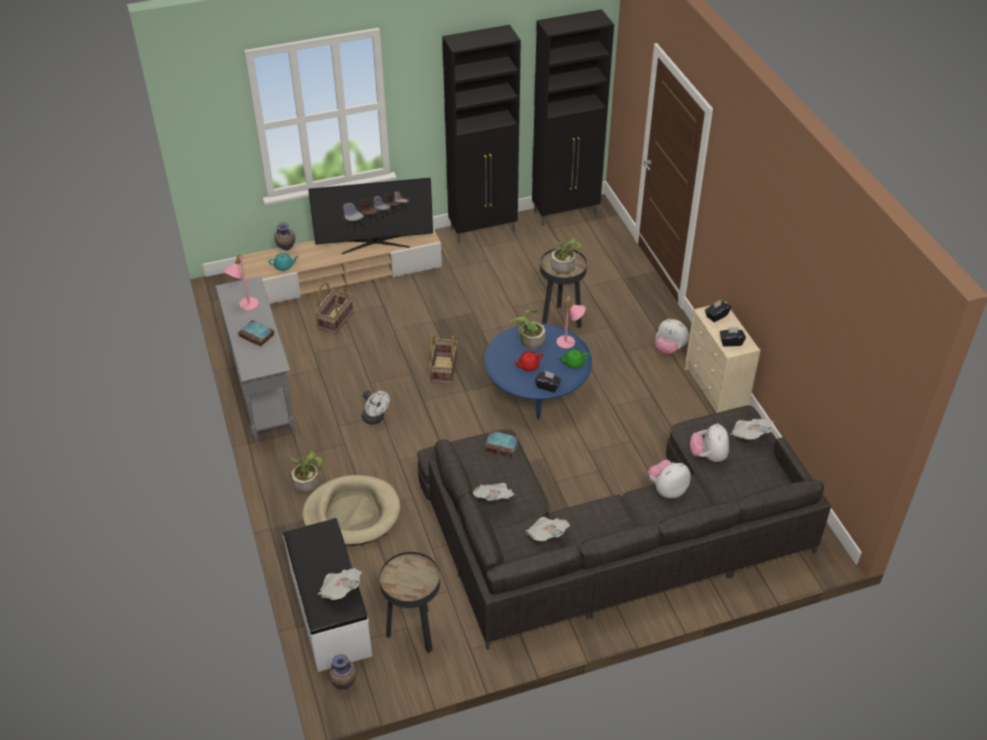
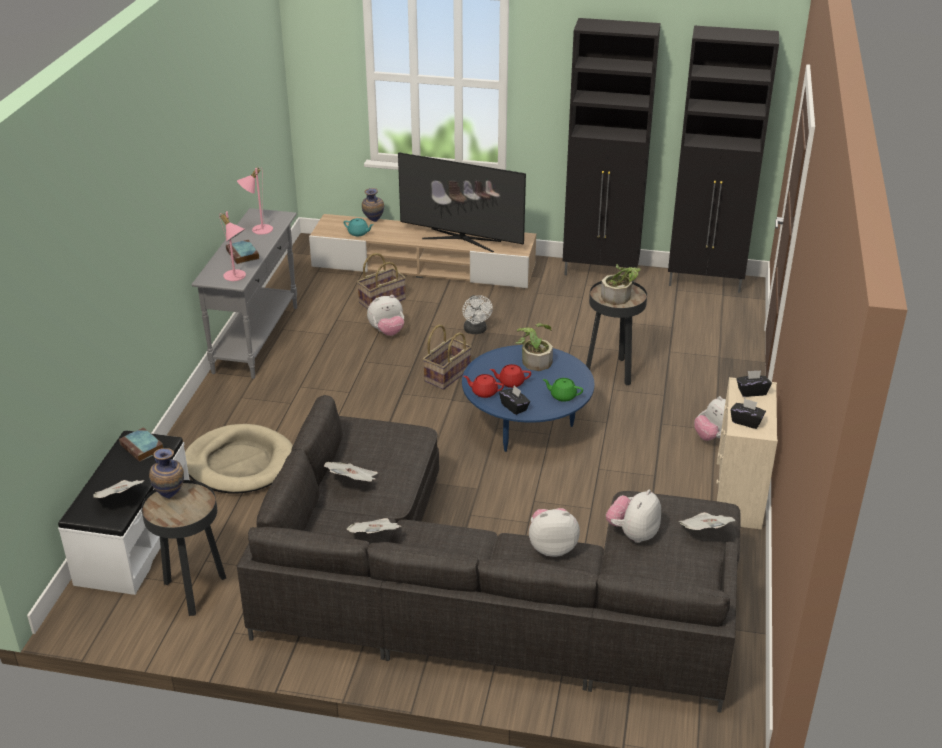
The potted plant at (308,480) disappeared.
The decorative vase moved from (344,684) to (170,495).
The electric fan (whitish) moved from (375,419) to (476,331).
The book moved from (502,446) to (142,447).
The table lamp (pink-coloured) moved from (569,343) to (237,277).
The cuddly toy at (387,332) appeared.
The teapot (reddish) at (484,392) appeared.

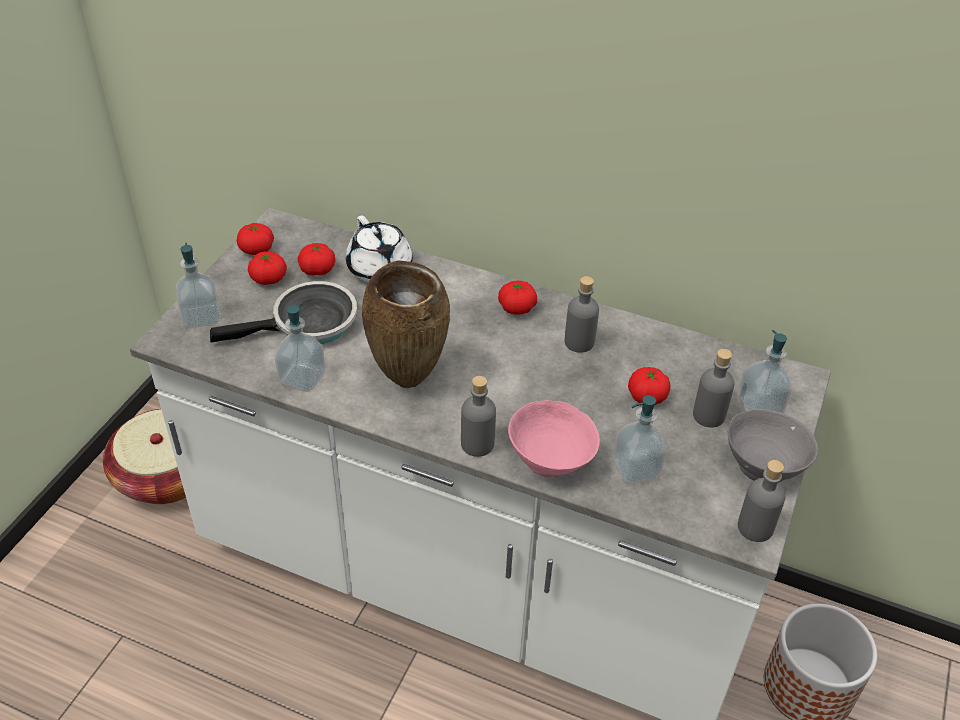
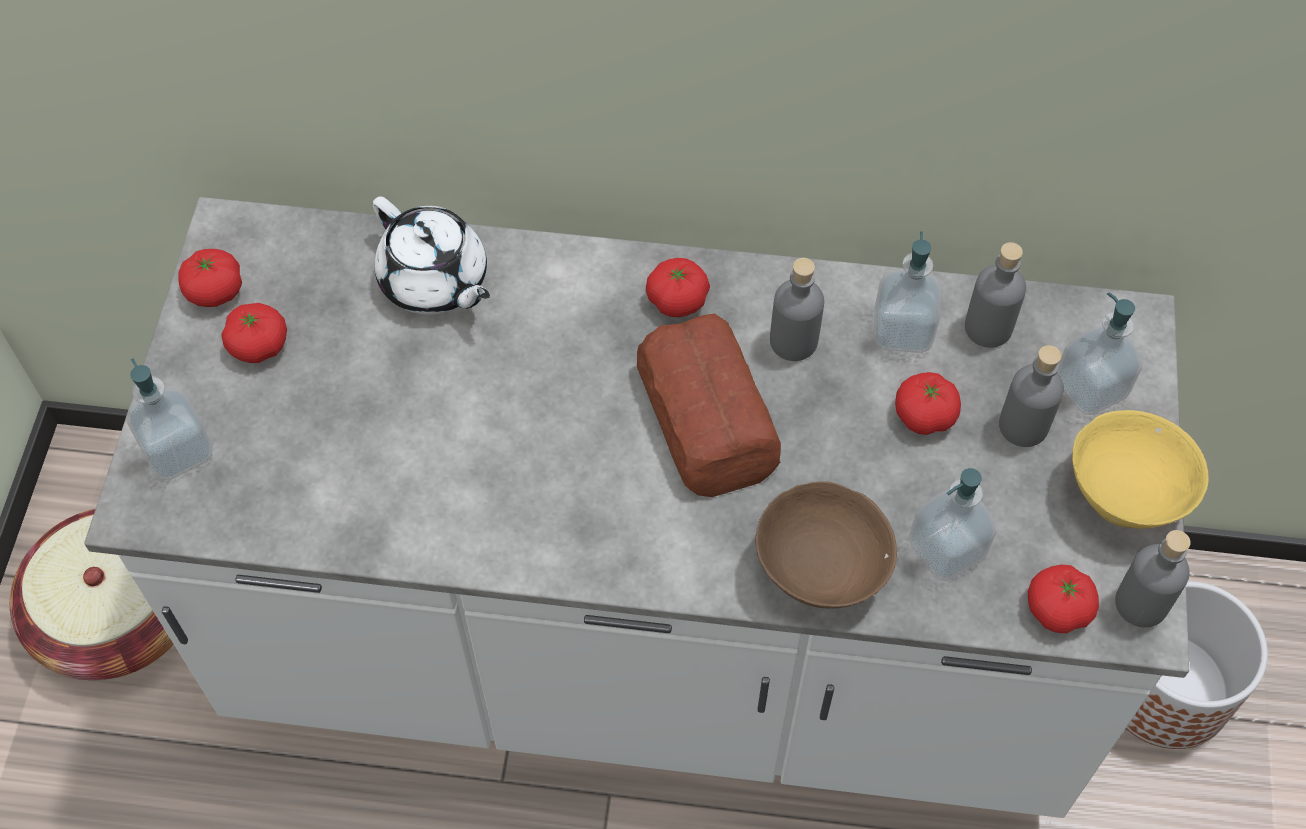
The pan at (308,324) disappeared.
The liquid soap bottle moved from (302,378) to (902,330).
The whole tomato moved from (317,270) to (1057,609).
The decorative vase (brown-coloured) at (410,381) disappeared.
The bottle (gray) moved from (477,444) to (988,327).
The serving bowl (pink-coloured) at (551,462) became the serving bowl (brown-coloured) at (821,573).
The serving bowl (gray) at (765,467) became the serving bowl (yellow-coloured) at (1126,495).
The bakery bread at (706,419) appeared.

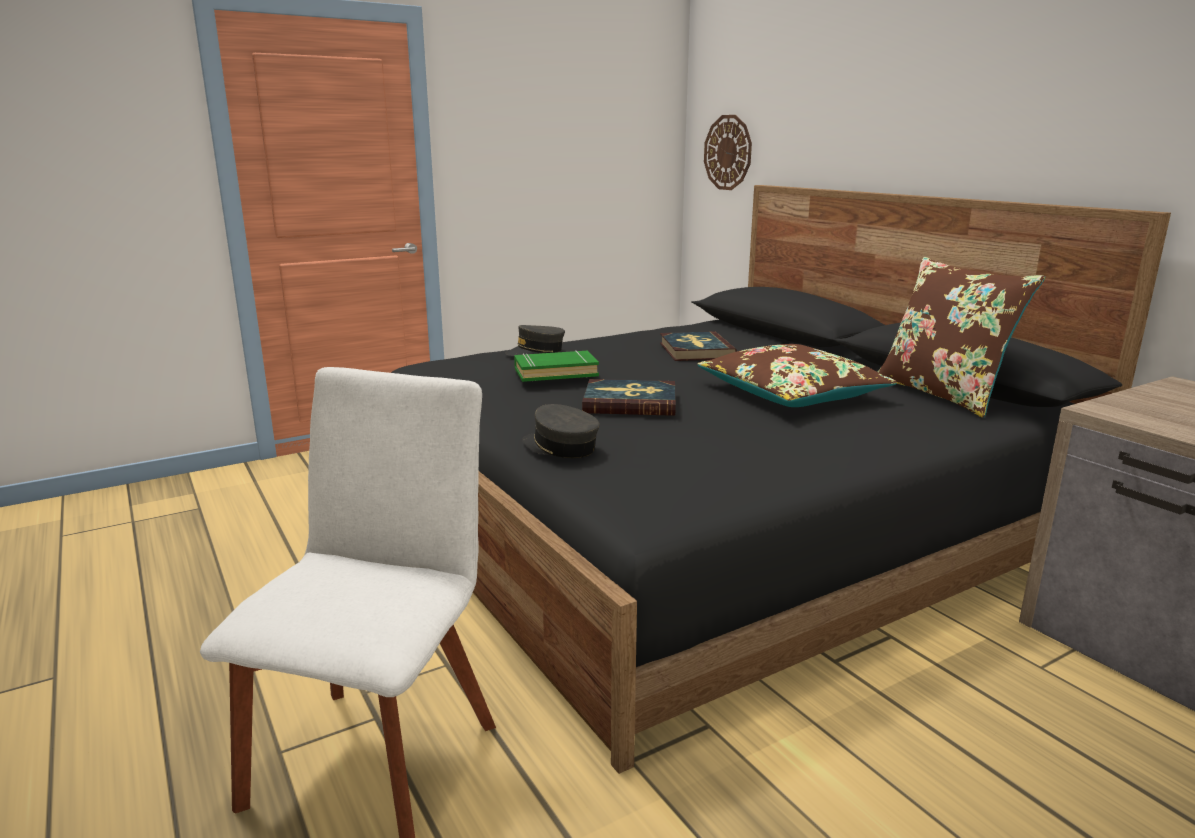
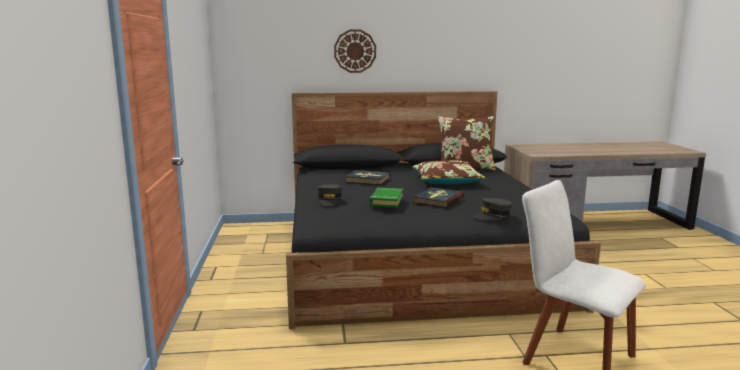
The wall clock moved from (728,152) to (355,51).

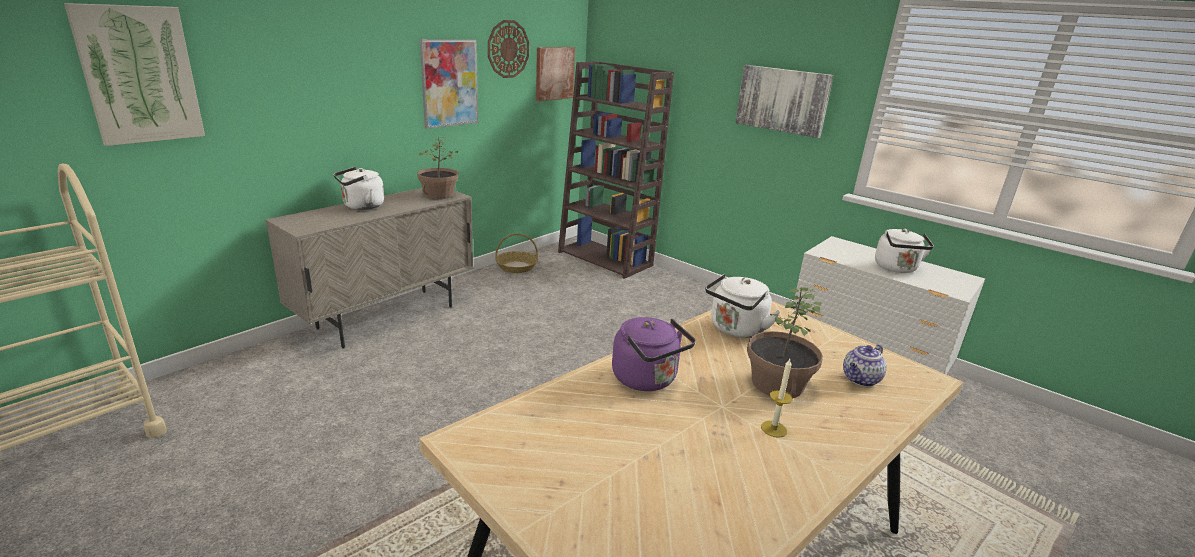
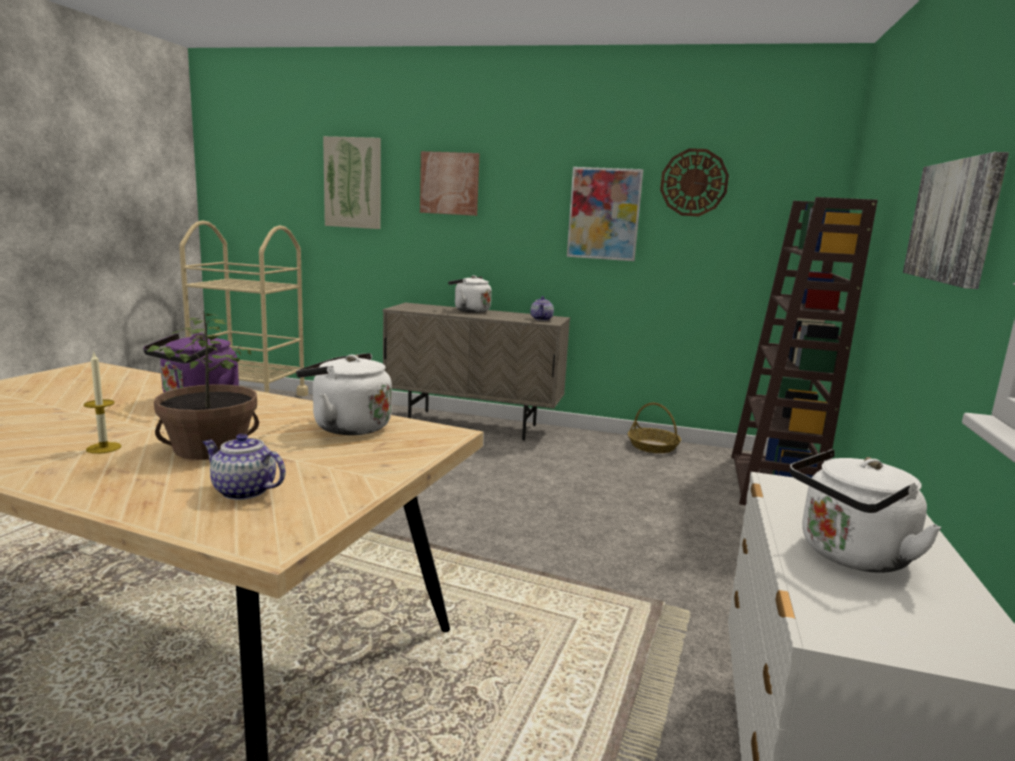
The potted plant at (439,194) was replaced by the teapot at (542,319).
The wall picture moved from (554,73) to (449,183).

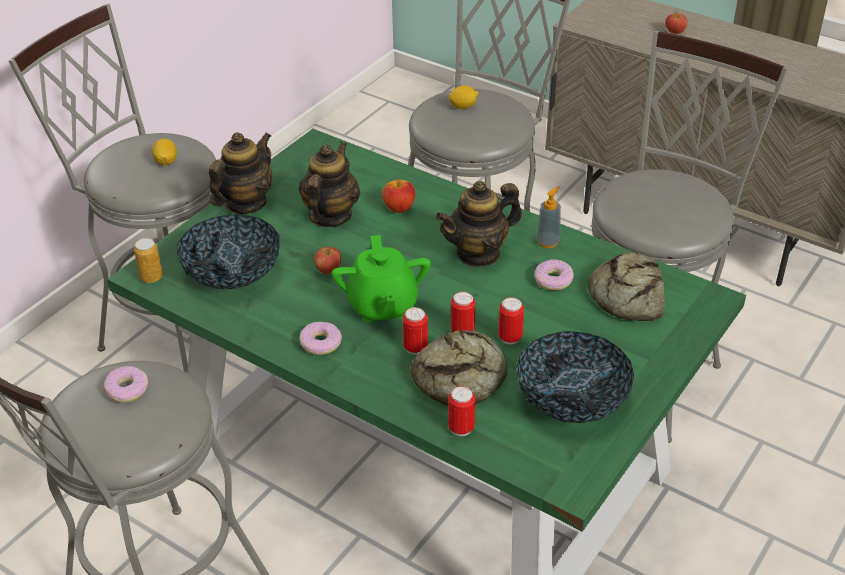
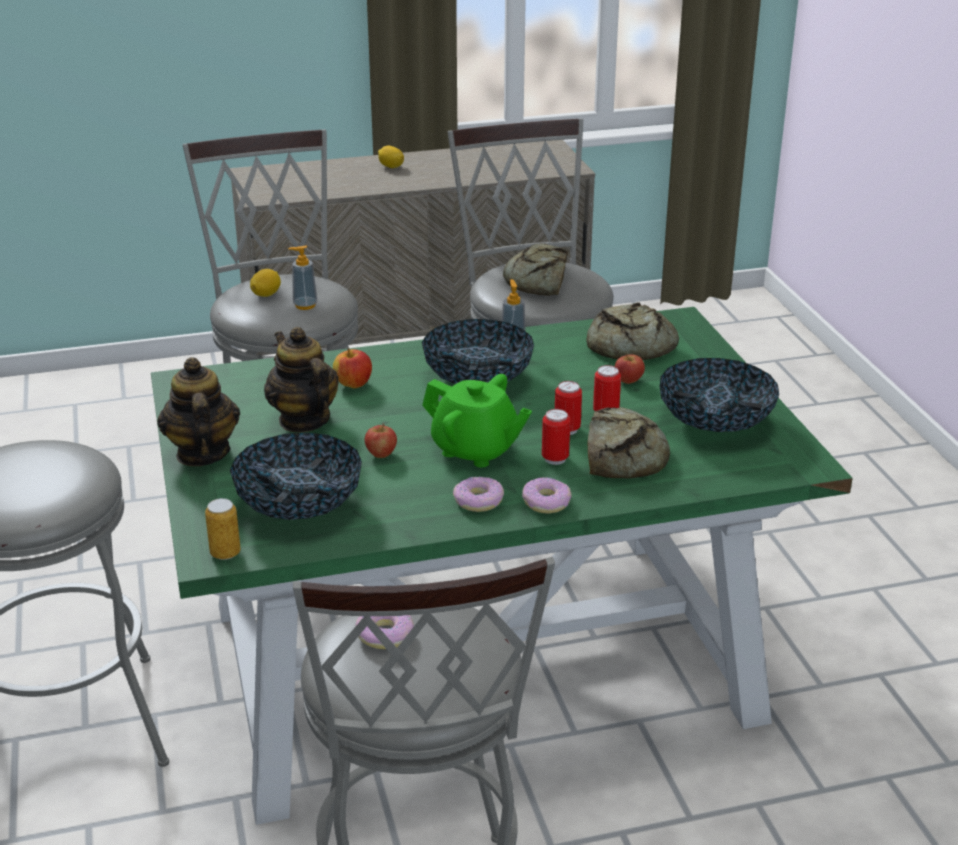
The whole lemon moved from (166,161) to (391,167).
The teapot at (478,253) was replaced by the serving bowl at (478,378).
The can at (461,428) disappeared.
The ring doughnut moved from (553,280) to (546,502).
The whole apple moved from (675,32) to (628,381).
The liquid soap bottle at (305,305) appeared.
The bakery bread at (538,281) appeared.

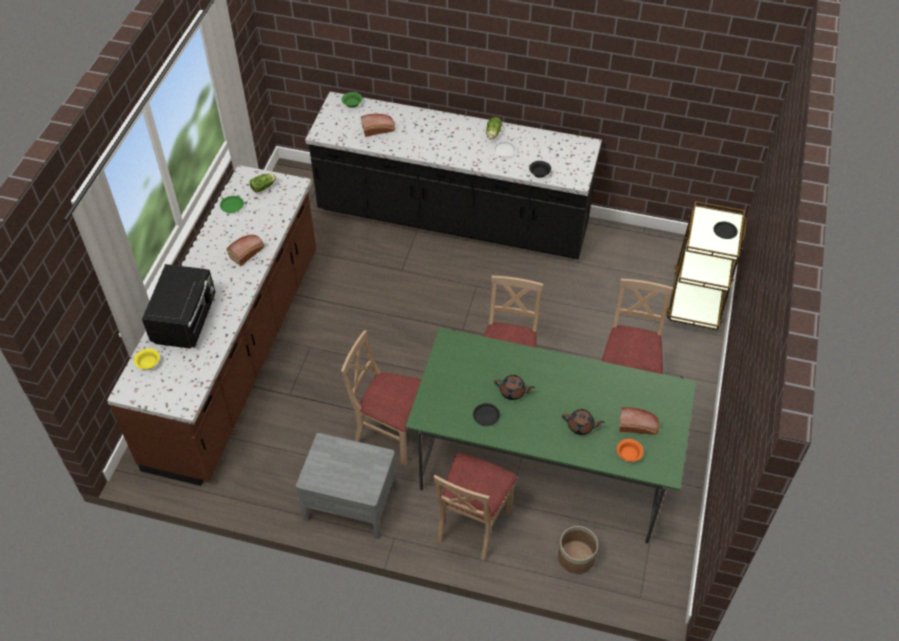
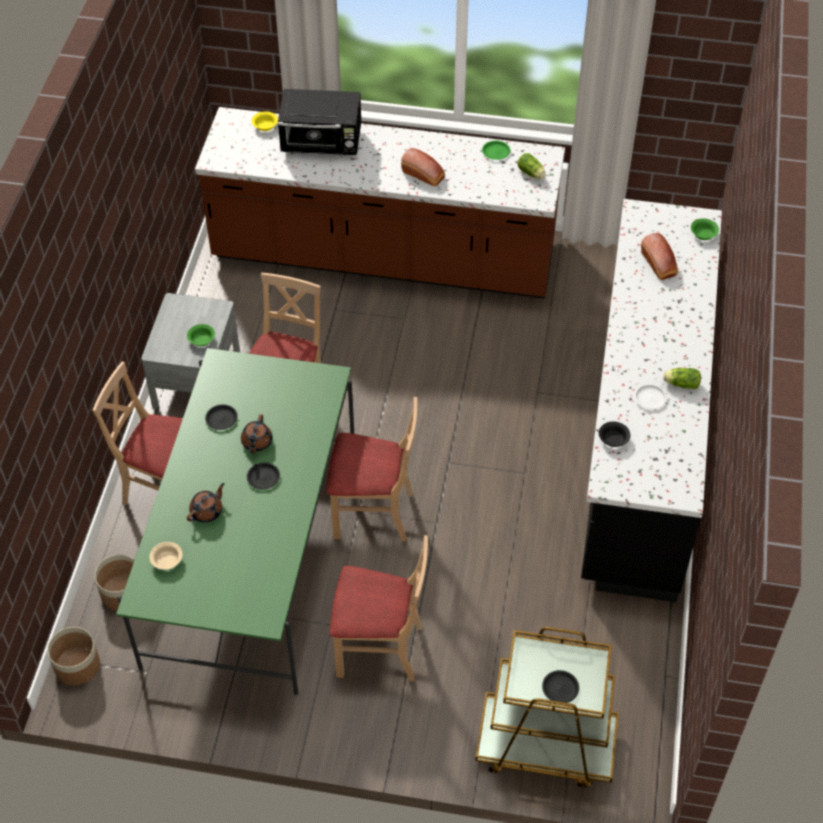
The teapot (brown-coloured) at (581,426) turned 150 degrees counterclockwise.
The serving bowl (orangey) at (629,454) became the serving bowl (sand-coloured) at (166,560).
The bakery bread at (638,426) disappeared.
The flower pot at (77,666) appeared.
The serving bowl (green) at (201,339) appeared.
The flat dish (black) at (263,477) appeared.

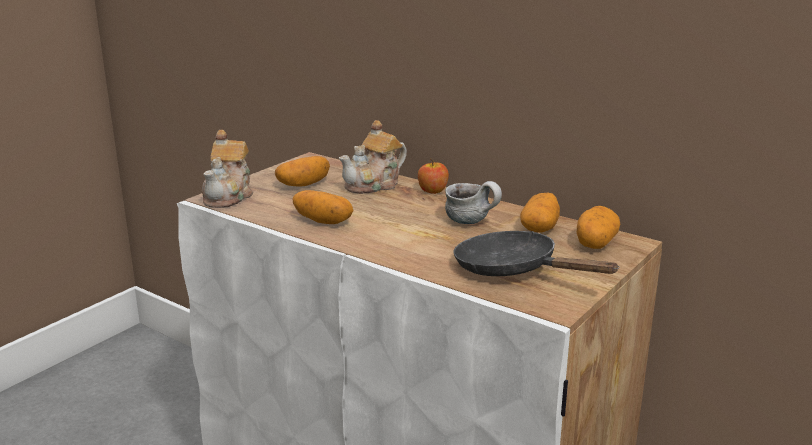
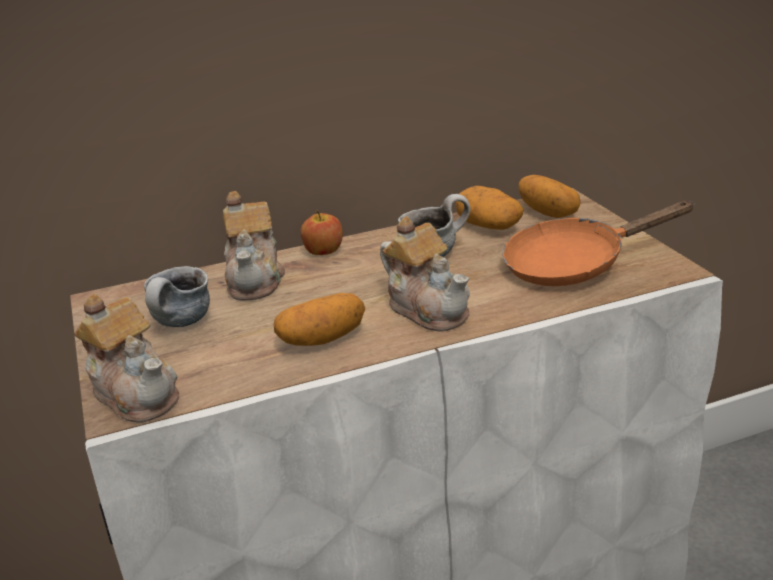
The spud at (303,184) was replaced by the coffee mug at (181,325).
The pan (black) at (514,270) became the pan (orangey) at (574,265).
The teapot at (428,308) appeared.

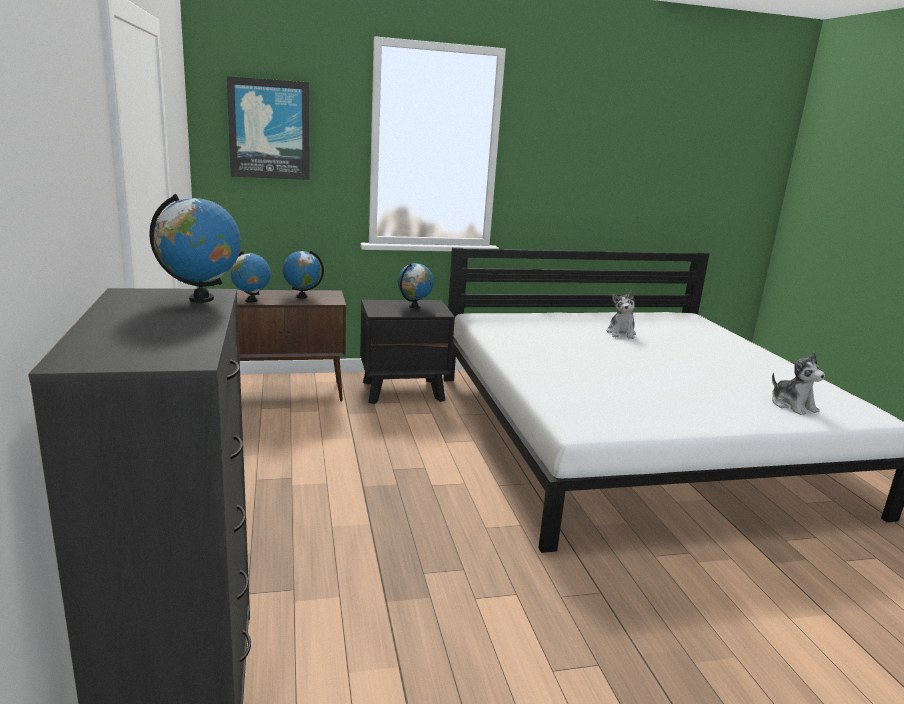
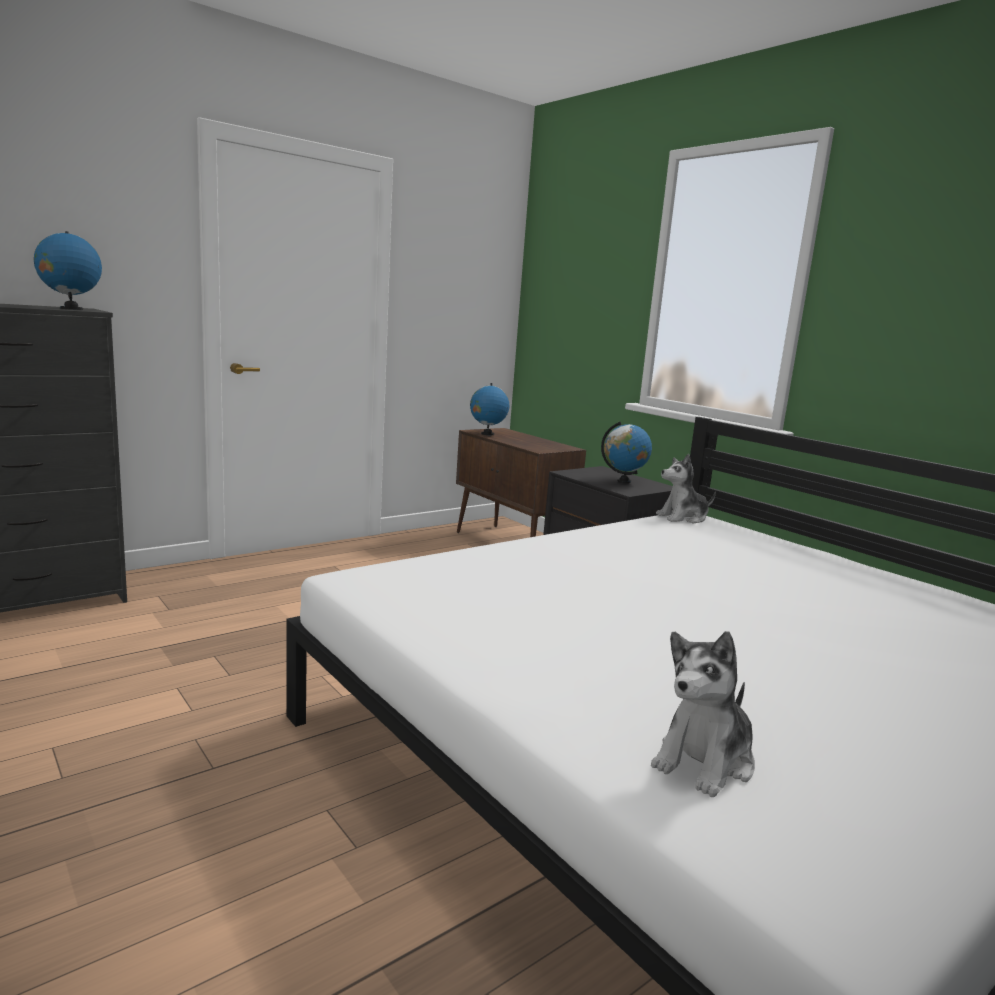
The wall picture at (269,129) disappeared.
The globe at (302,296) disappeared.
The cuddly toy moved from (621,333) to (683,517).

